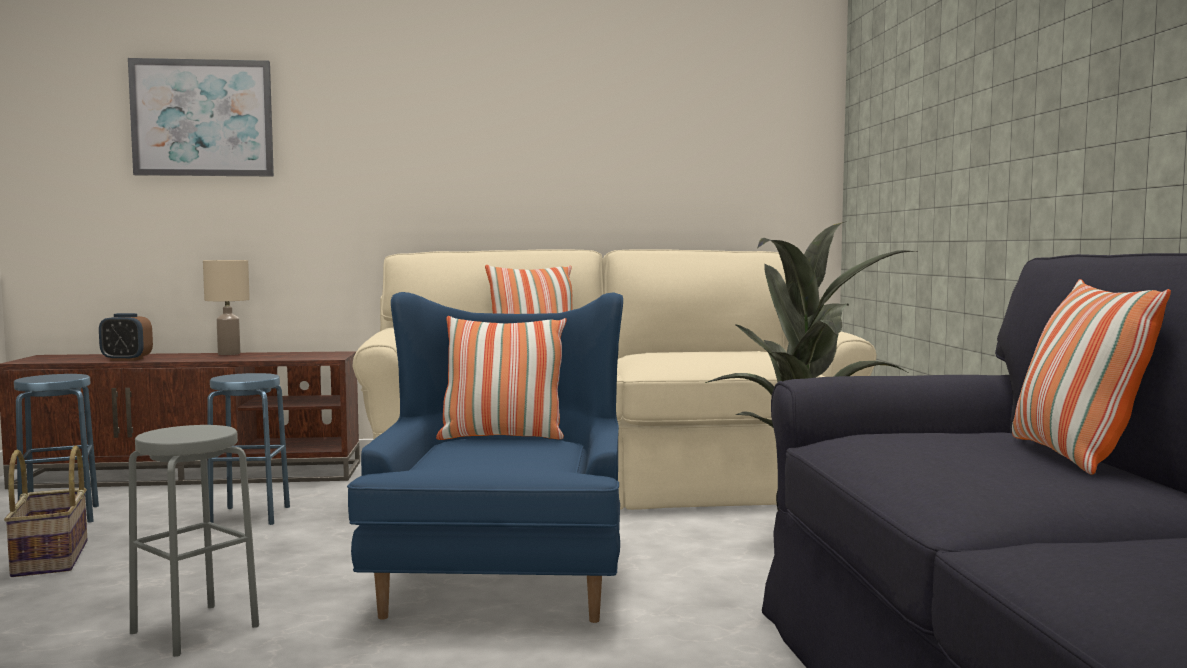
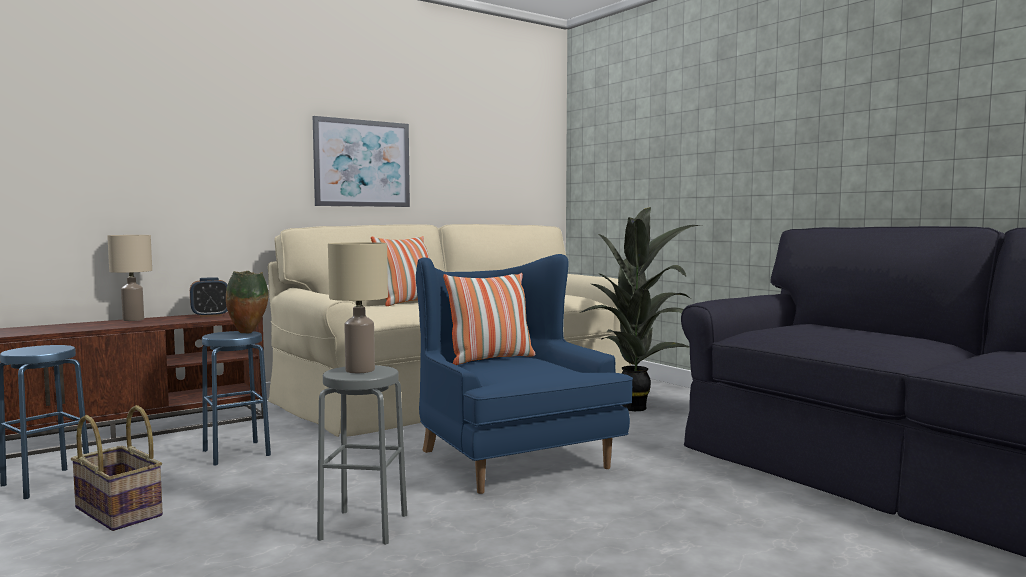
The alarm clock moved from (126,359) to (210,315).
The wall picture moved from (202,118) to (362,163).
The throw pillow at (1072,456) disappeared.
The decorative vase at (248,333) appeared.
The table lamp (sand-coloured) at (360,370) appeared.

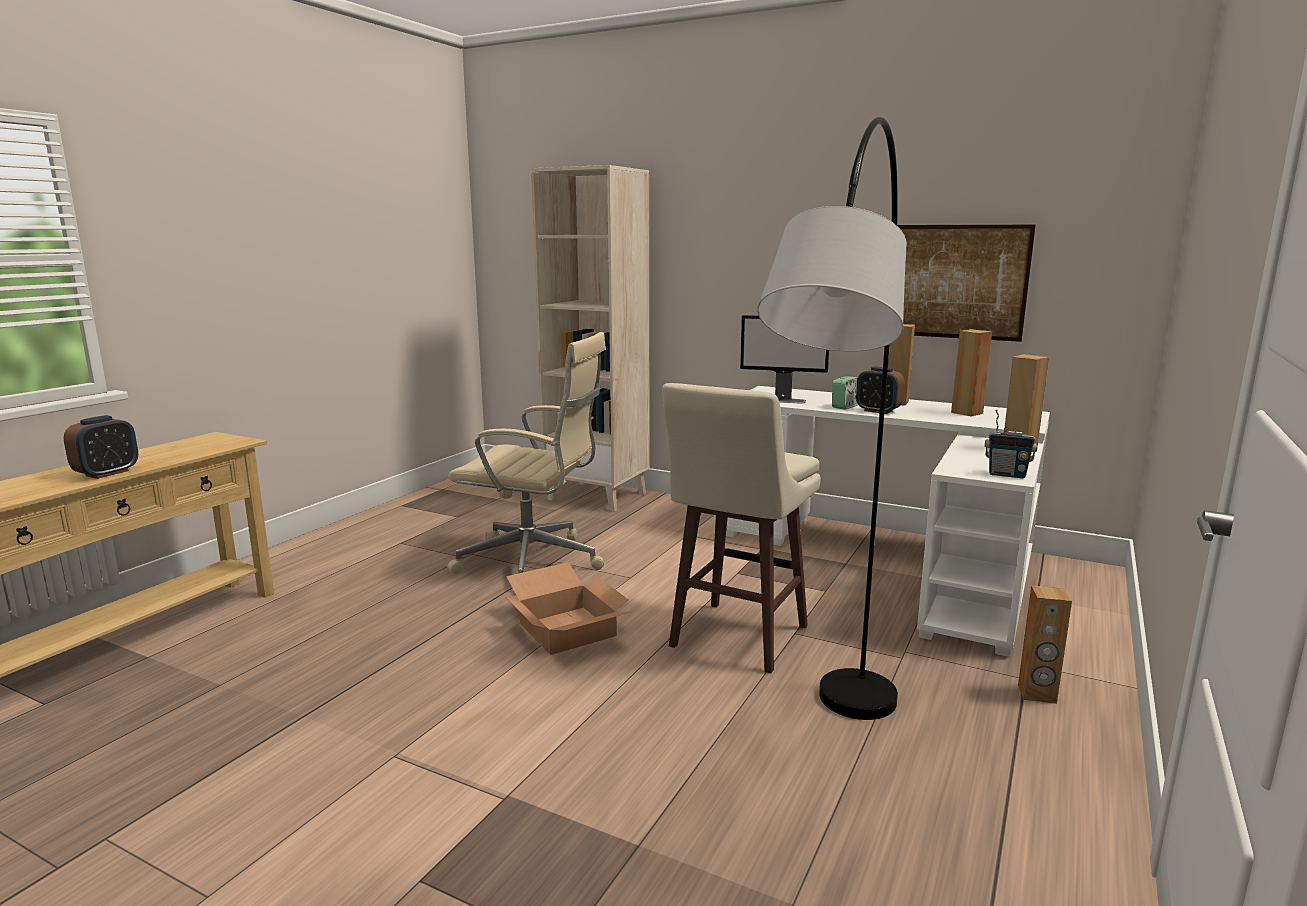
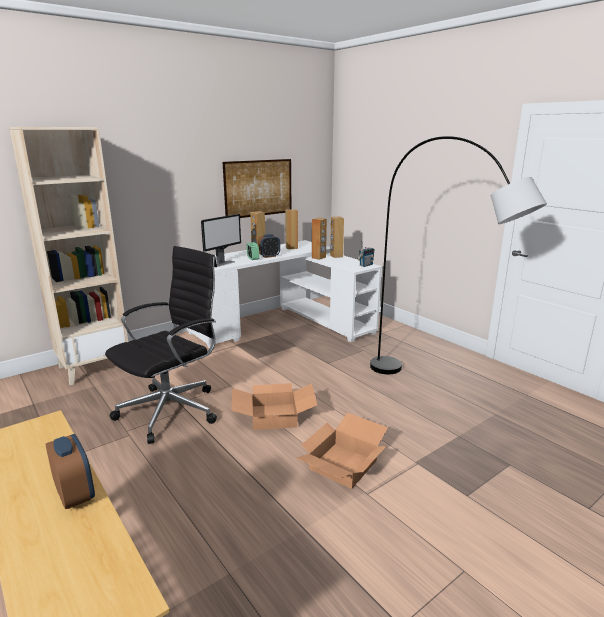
The desk chair (sand-coloured) at (534,562) became the desk chair (black) at (172,410).
The sitting stool (sand-coloured) at (736,638) disappeared.
The loudspeaker (brown-coloured) moved from (1037,694) to (319,257).
The cardboard box at (343,465) appeared.

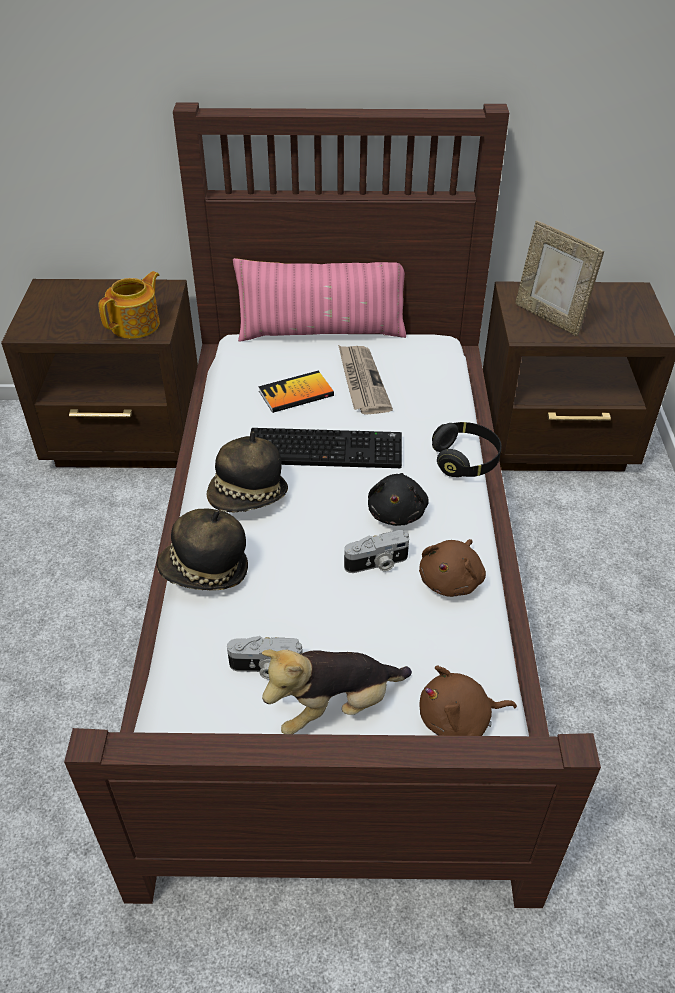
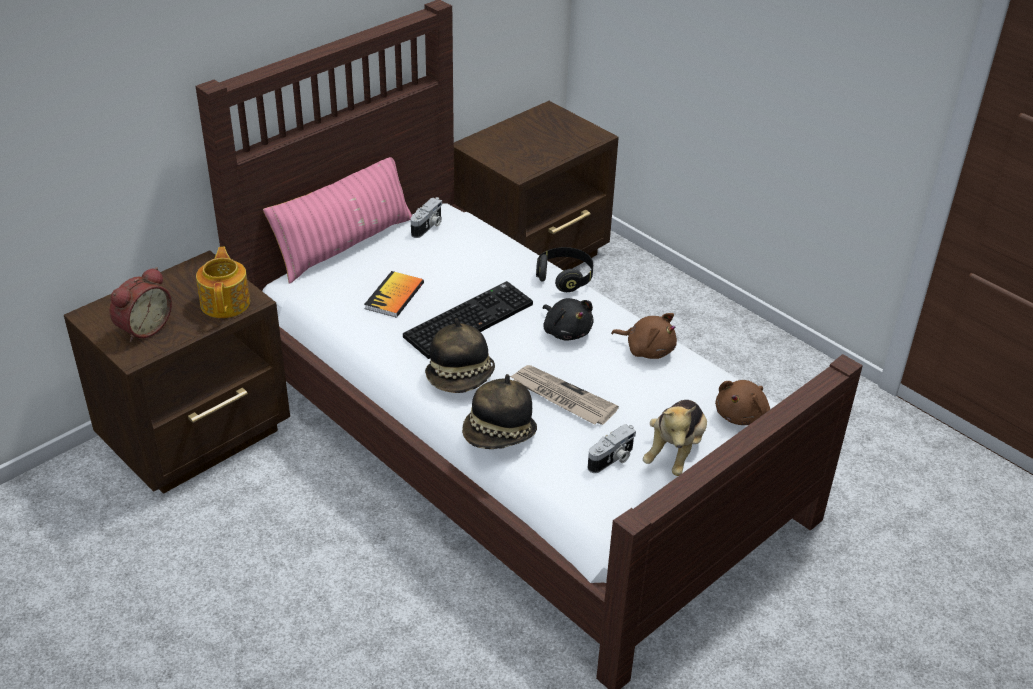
The printed paper moved from (361,381) to (561,397).
The photo camera moved from (377,564) to (428,227).
The cuddly toy (brown-coloured) at (452,580) turned 45 degrees counterclockwise.
The picture frame at (549,317) disappeared.
The alarm clock at (143,328) appeared.

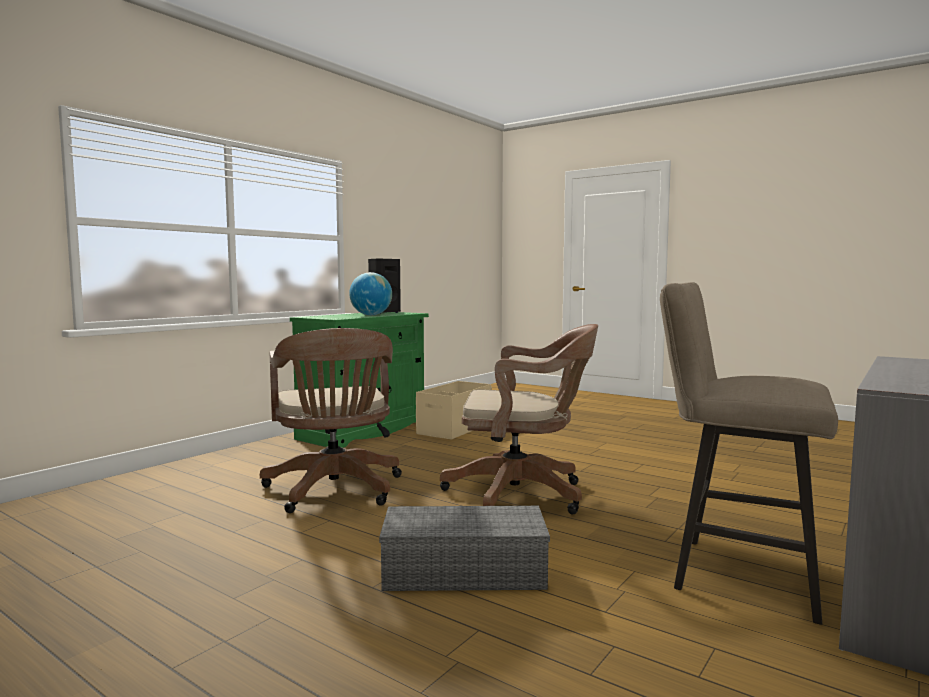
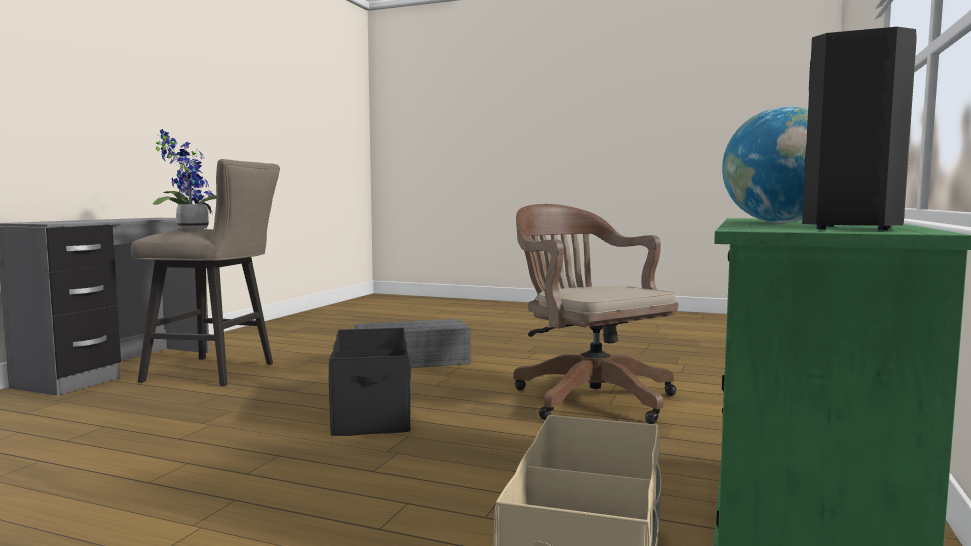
The desk chair (brown-coloured) at (523,495) was replaced by the storage box (black) at (372,411).
The potted plant at (189,229) appeared.

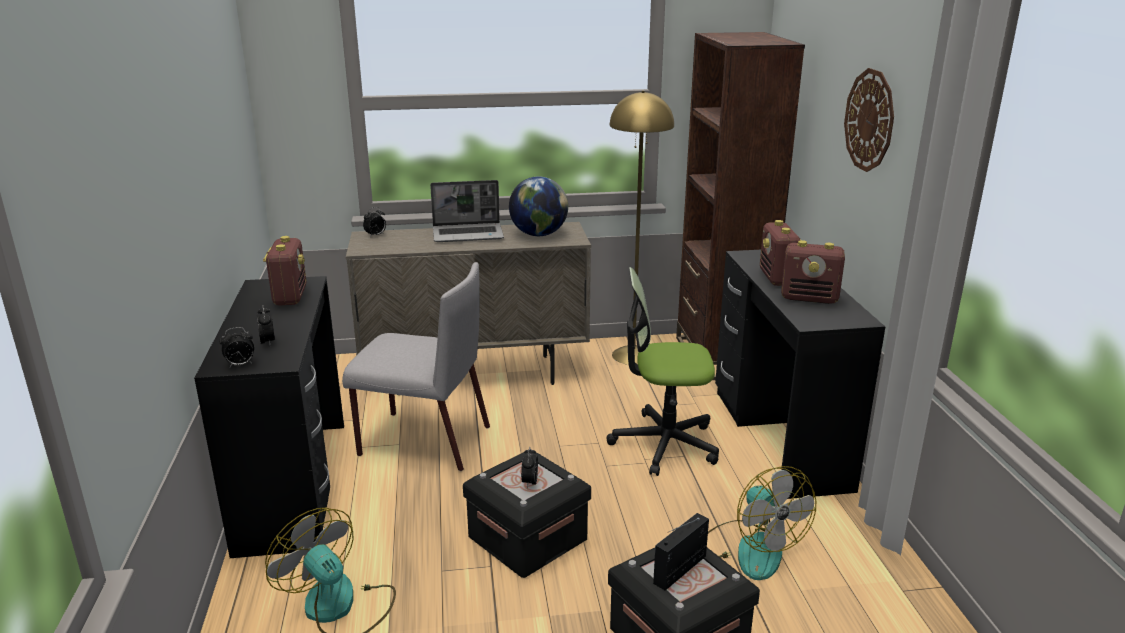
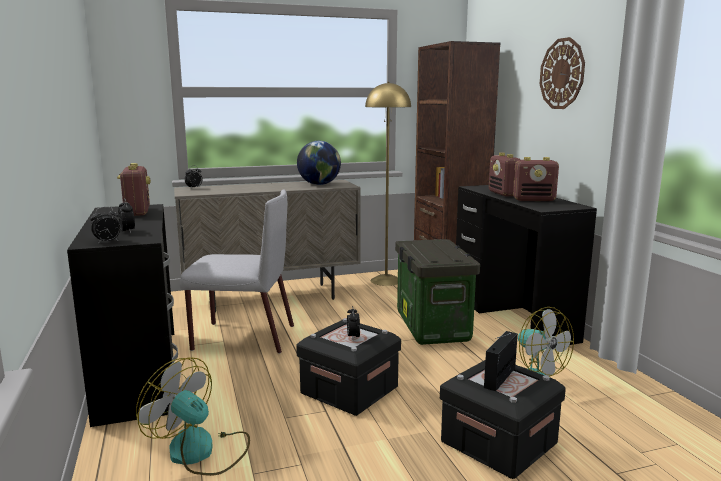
The laptop at (468,234) disappeared.
The desk chair at (664,443) was replaced by the storage box at (431,326).

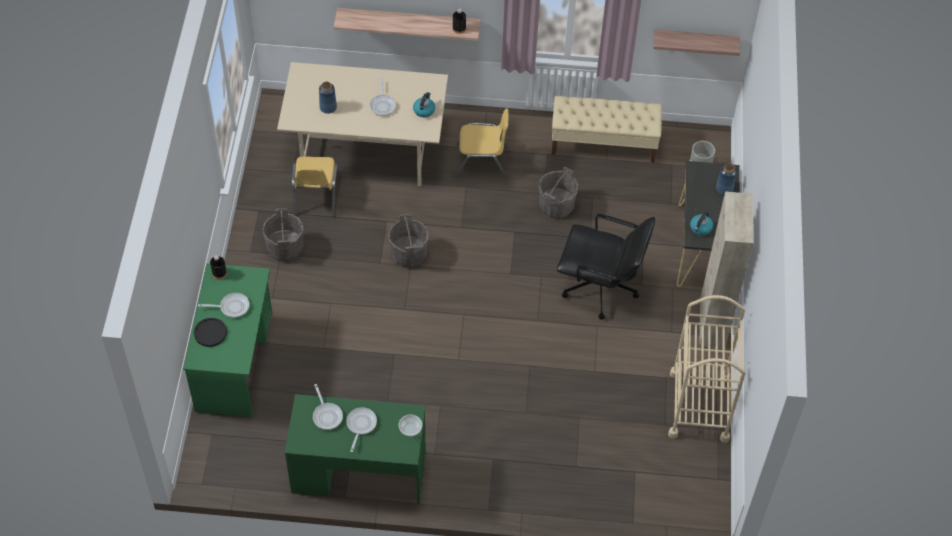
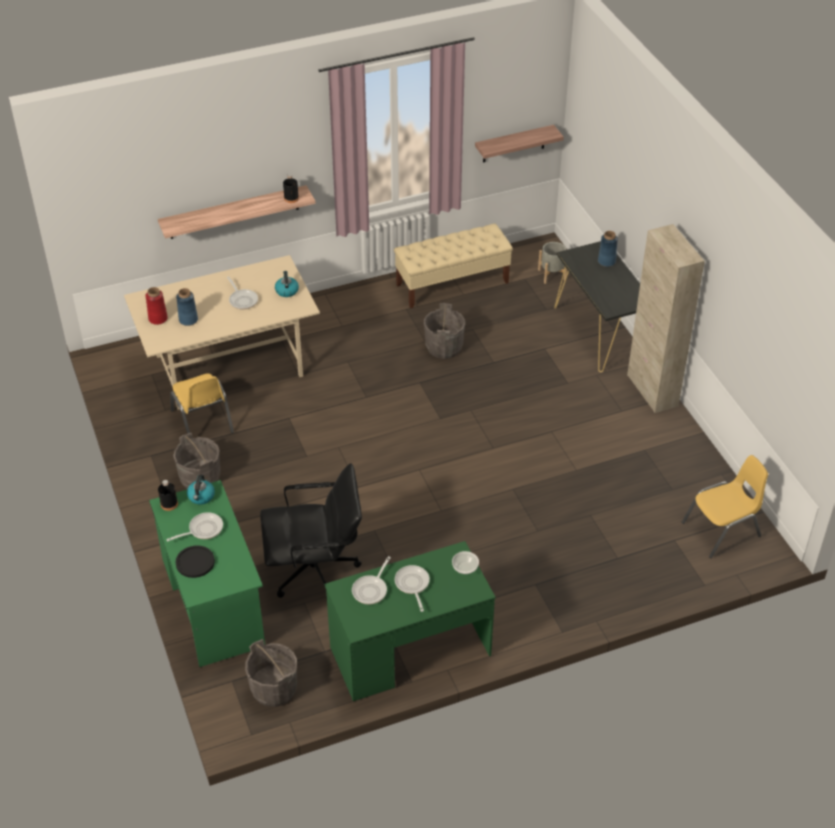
The pan at (327,415) turned 75 degrees clockwise.
The pail (gray) moved from (408,254) to (274,689).
The plain chair (yellow-coloured) moved from (481,161) to (722,530).
The desk chair (black) moved from (600,288) to (315,572).
The cart (sand-coloured) at (699,406) disappeared.
The water kettle moved from (700,228) to (201,497).
The decorative vase (reddish) at (158,318) appeared.

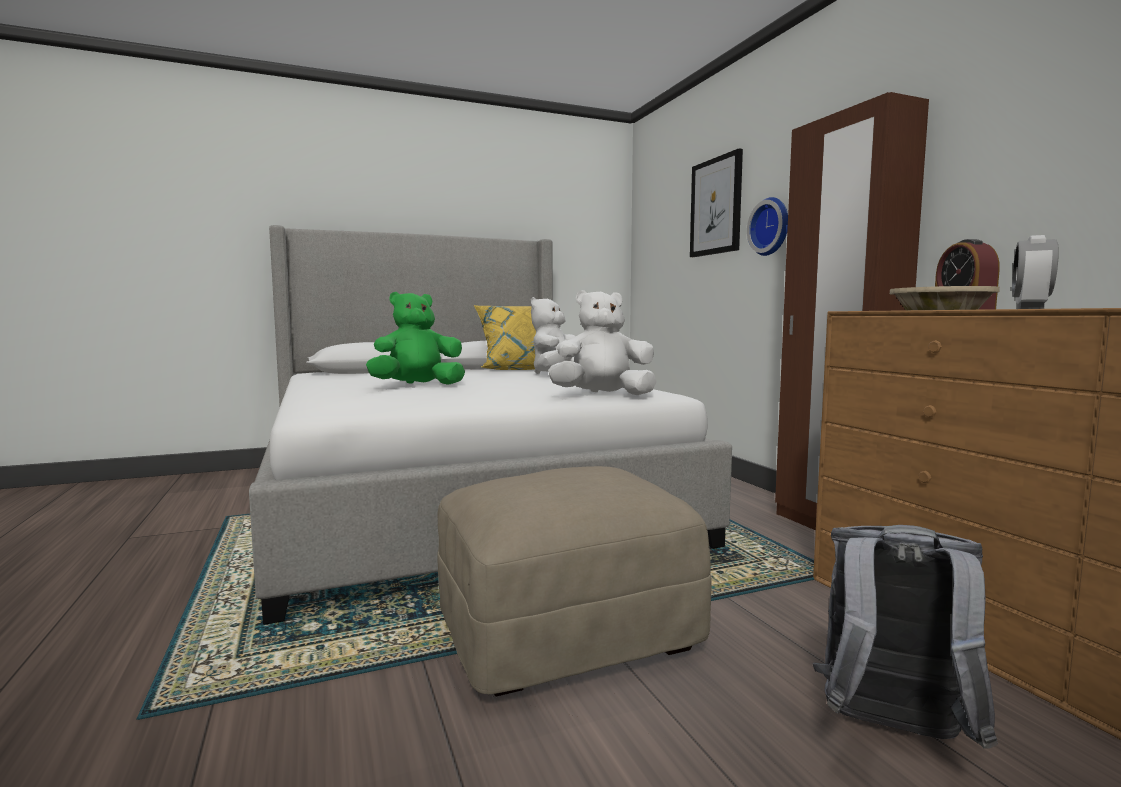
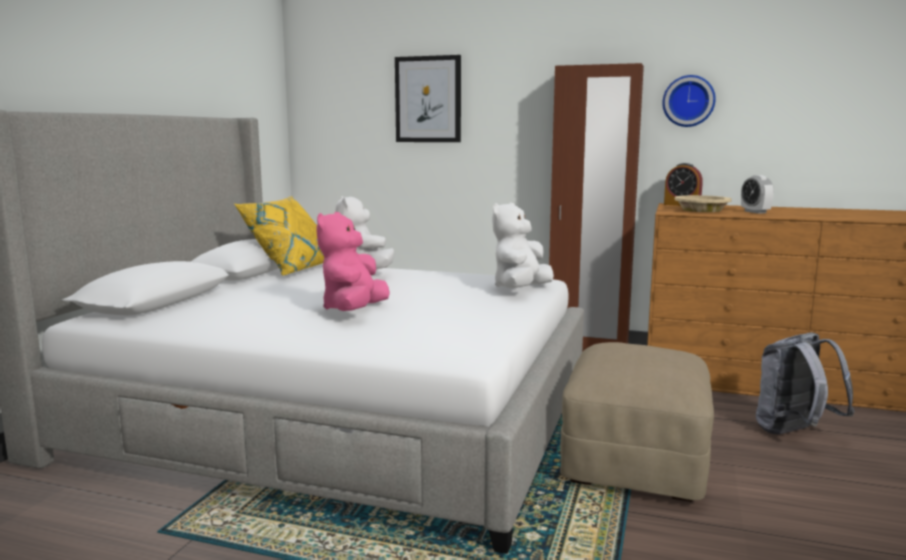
The cuddly toy (green) at (417,386) became the cuddly toy (pink-coloured) at (354,310).
The wall clock moved from (771,227) to (688,101).

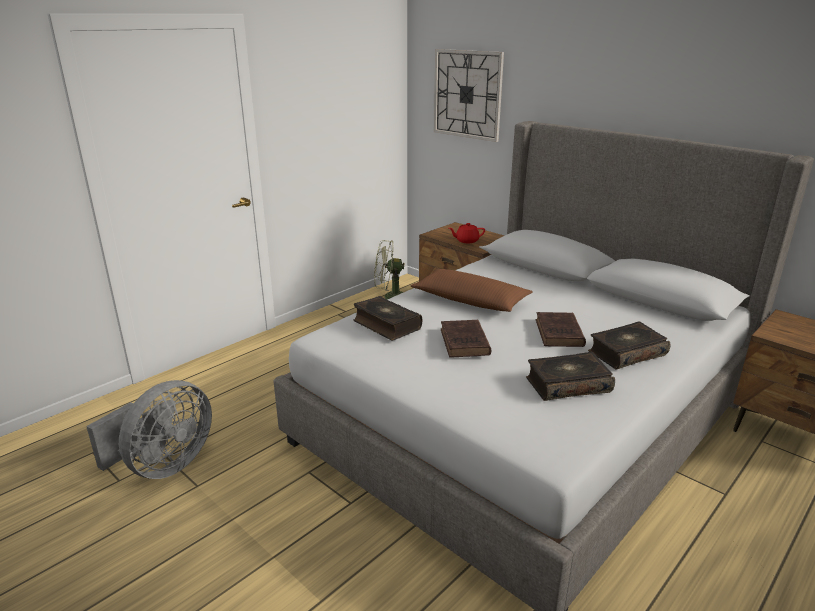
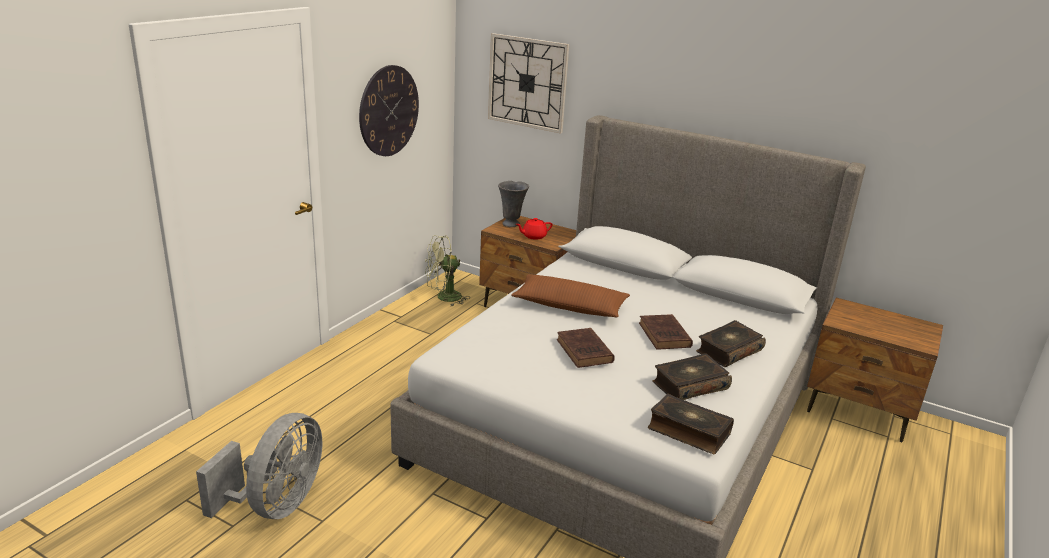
The book moved from (386,325) to (688,431).
The wall clock at (389,111) appeared.
The decorative vase (gray) at (511,224) appeared.

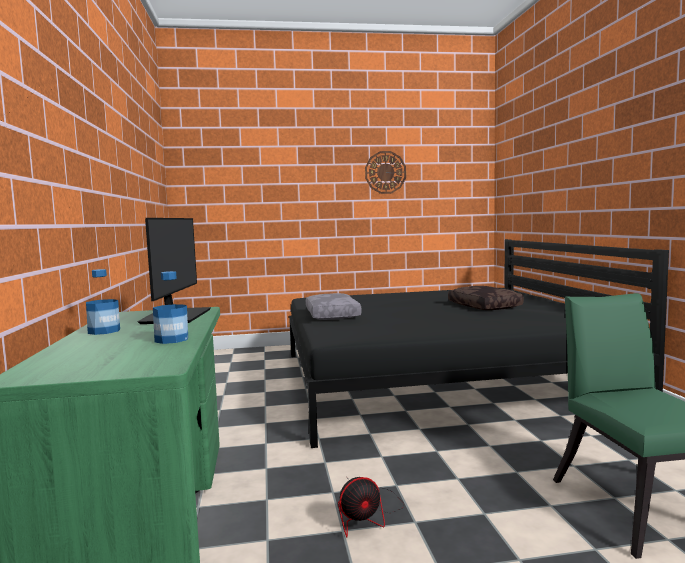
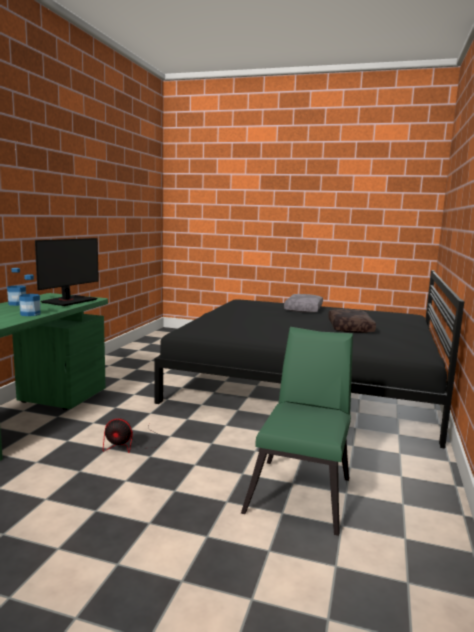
The throw pillow (gray) moved from (331,315) to (303,309).
The wall clock at (385,172) disappeared.

